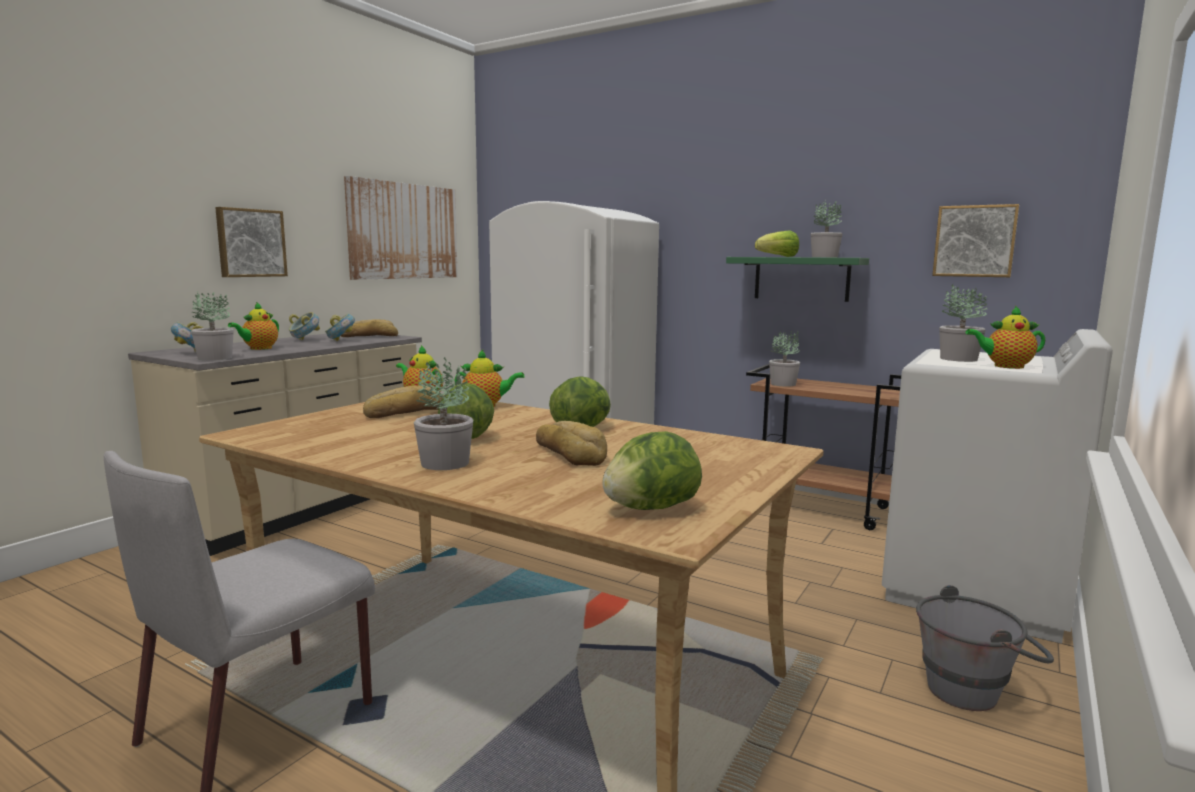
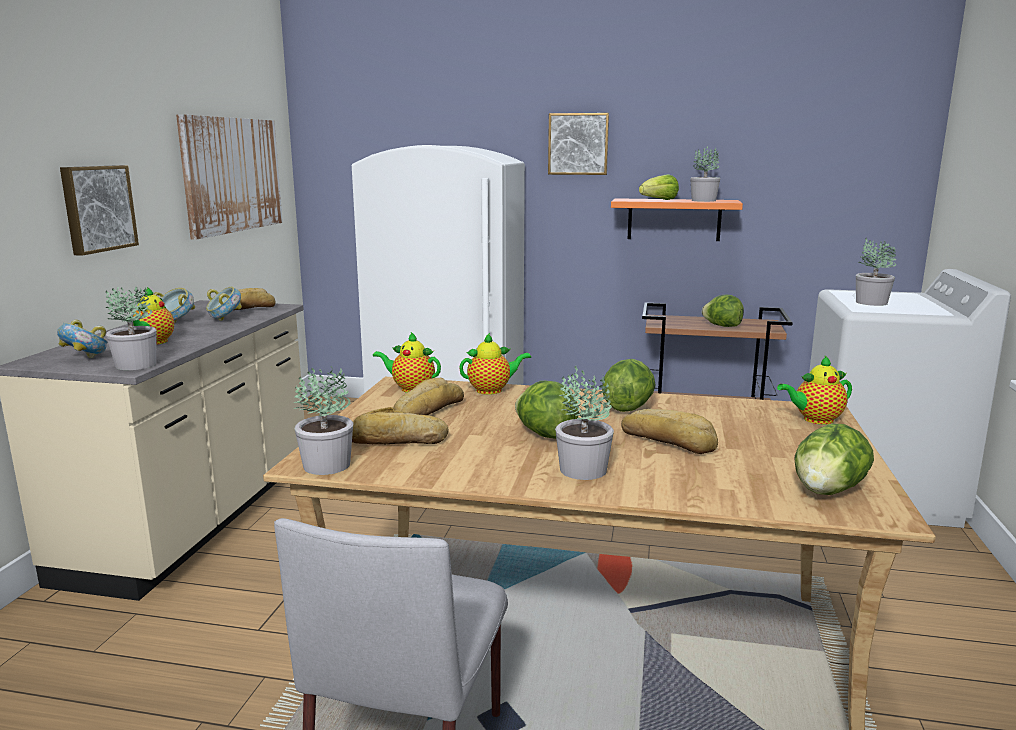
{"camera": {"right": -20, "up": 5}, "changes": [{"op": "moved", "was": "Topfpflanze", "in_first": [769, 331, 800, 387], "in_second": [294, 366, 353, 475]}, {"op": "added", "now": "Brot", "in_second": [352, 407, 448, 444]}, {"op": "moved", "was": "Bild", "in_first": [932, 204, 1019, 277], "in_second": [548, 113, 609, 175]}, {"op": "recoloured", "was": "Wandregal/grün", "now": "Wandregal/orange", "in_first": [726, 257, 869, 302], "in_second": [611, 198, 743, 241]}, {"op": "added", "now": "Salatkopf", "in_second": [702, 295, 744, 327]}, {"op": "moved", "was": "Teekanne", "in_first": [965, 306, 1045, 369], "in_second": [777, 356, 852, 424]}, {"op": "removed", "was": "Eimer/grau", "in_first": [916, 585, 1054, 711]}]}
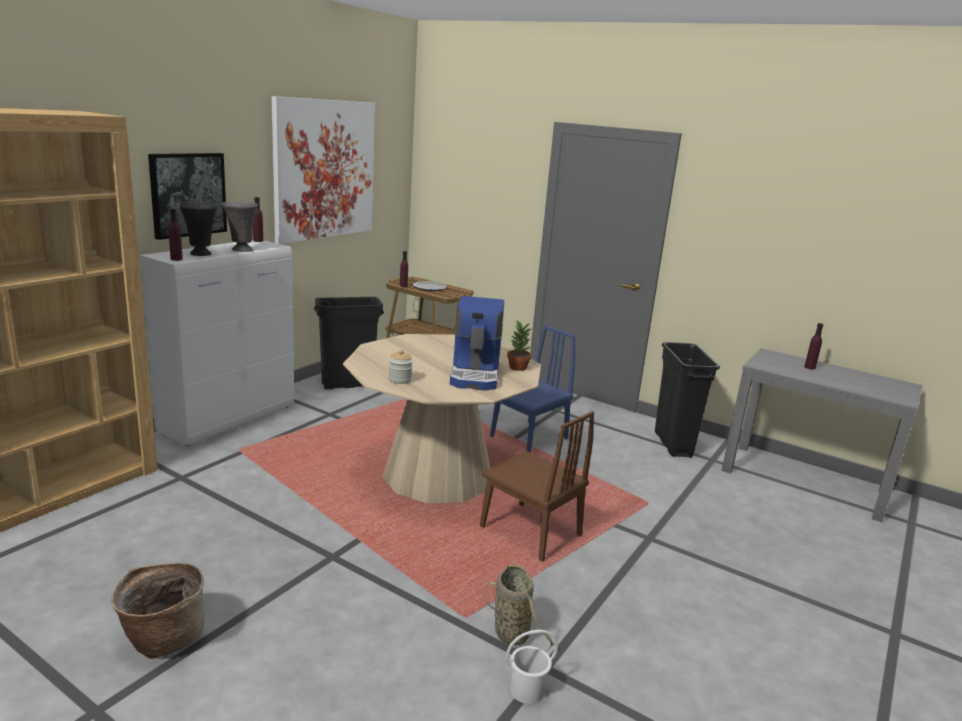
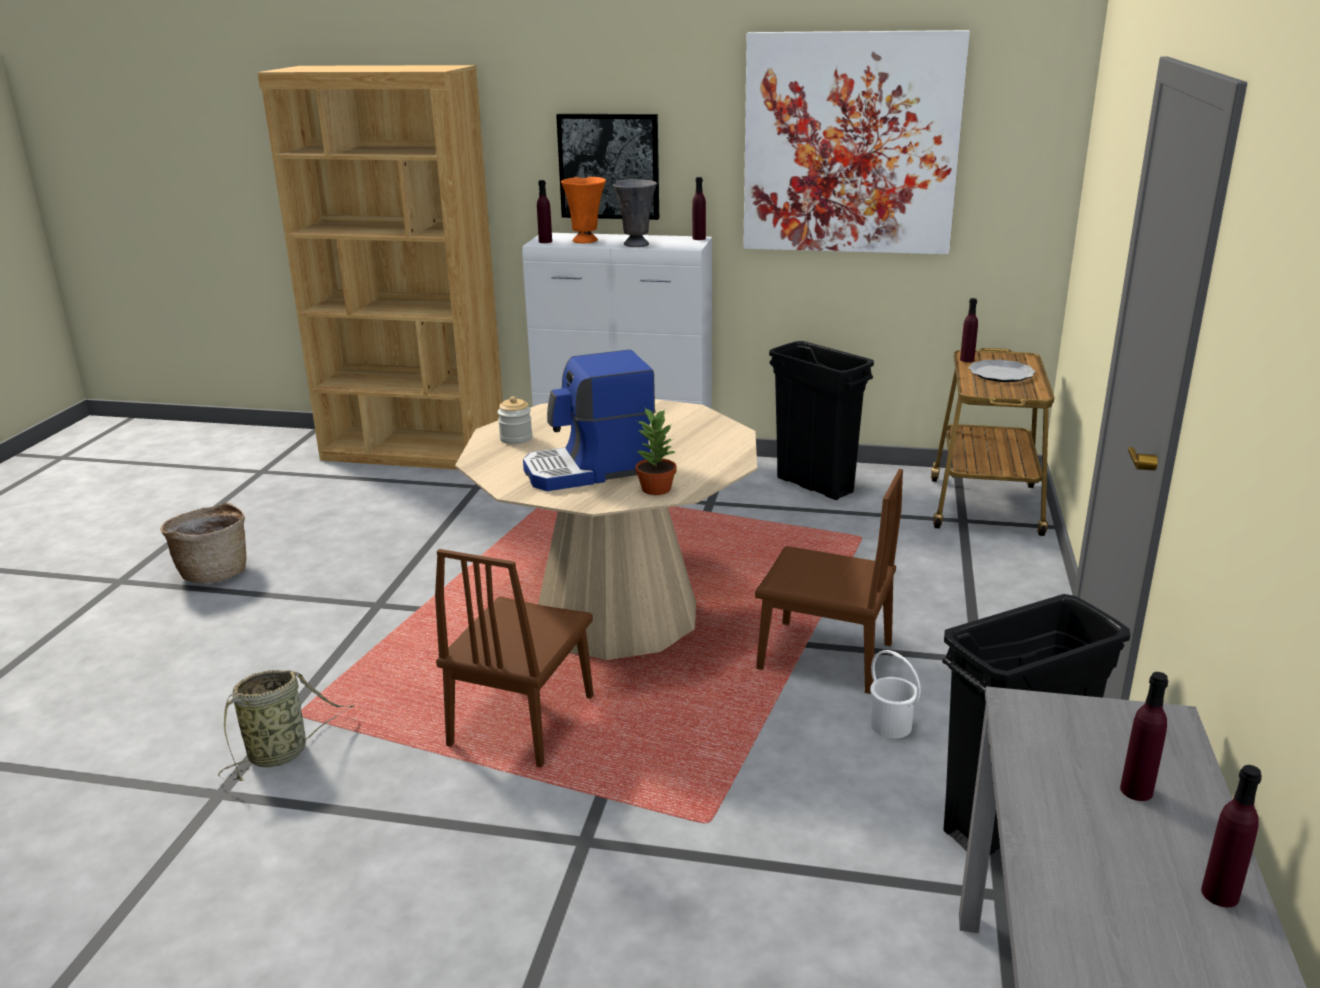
{"camera": {"right": 70, "up": 5}, "changes": [{"op": "recoloured", "was": "Vase/schwarz", "now": "Vase/orange", "in_first": [179, 203, 217, 256], "in_second": [561, 177, 606, 243]}, {"op": "recoloured", "was": "Stuhl/blau", "now": "Stuhl/braun", "in_first": [490, 326, 575, 453], "in_second": [755, 469, 903, 694]}, {"op": "moved", "was": "Eimer/weiß", "in_first": [506, 629, 558, 704], "in_second": [870, 650, 921, 738]}, {"op": "added", "now": "Flasche/lila", "in_second": [1201, 765, 1262, 907]}]}
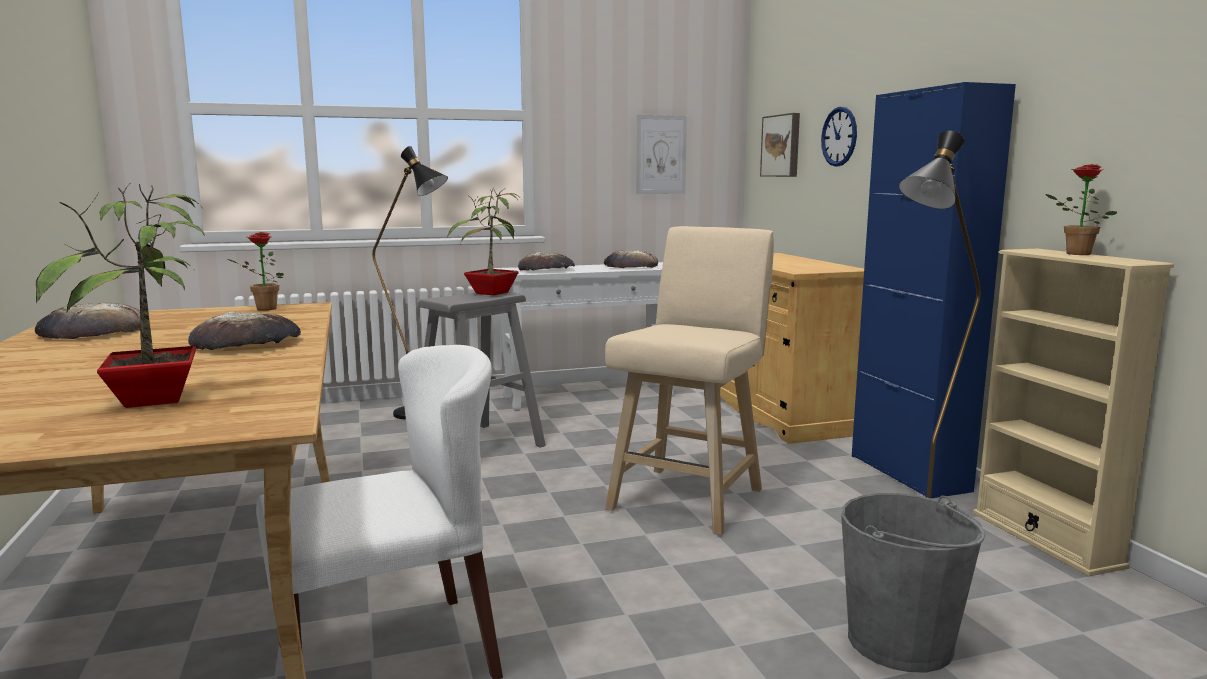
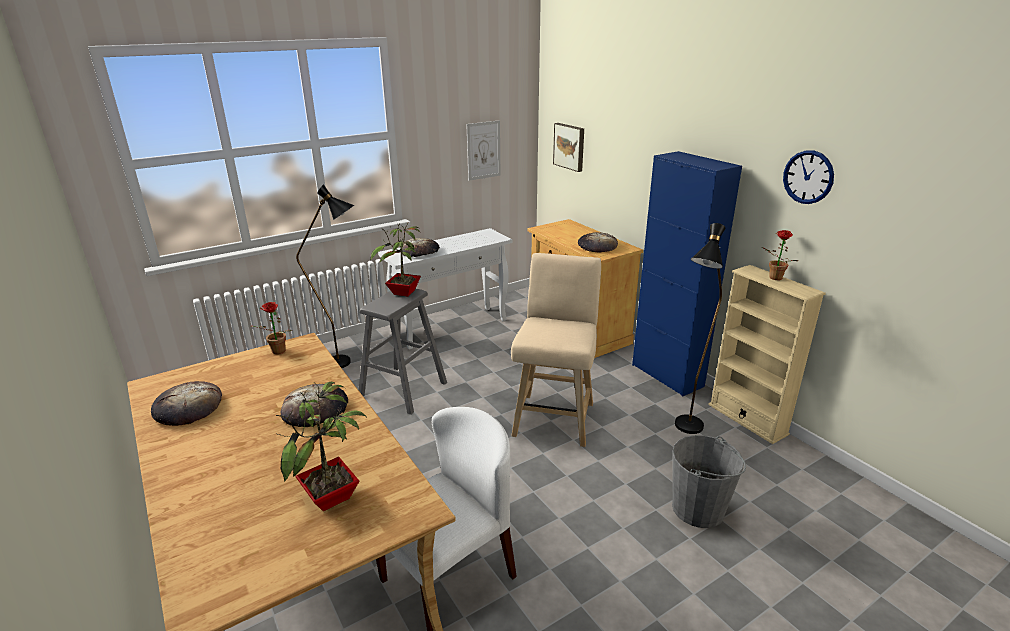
{"camera": {"right": -15, "up": 15}, "changes": [{"op": "moved", "was": "Brot", "in_first": [604, 250, 658, 268], "in_second": [578, 232, 618, 253]}, {"op": "moved", "was": "Wanduhr", "in_first": [821, 107, 857, 167], "in_second": [783, 150, 834, 204]}]}
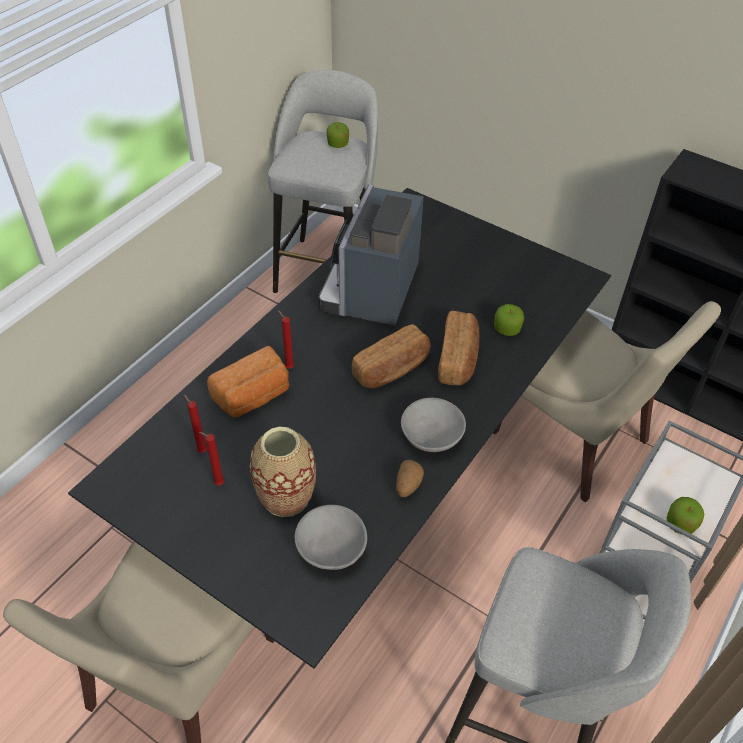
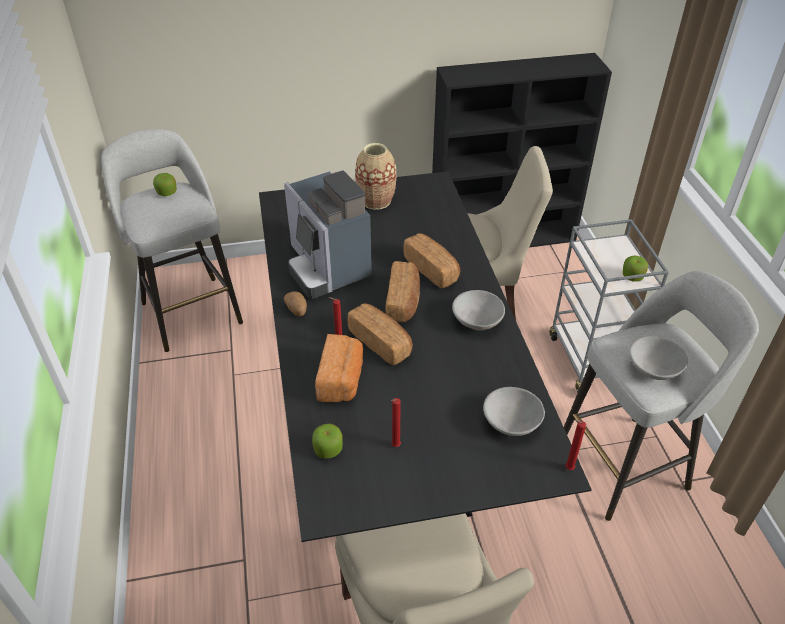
{"camera": {"right": -45, "up": -5}, "changes": [{"op": "moved", "was": "Kartoffel", "in_first": [396, 460, 424, 497], "in_second": [284, 291, 307, 317]}, {"op": "moved", "was": "Apfel", "in_first": [494, 304, 524, 336], "in_second": [312, 423, 343, 459]}, {"op": "added", "now": "Brot", "in_second": [348, 303, 413, 365]}, {"op": "moved", "was": "Vase", "in_first": [250, 427, 316, 517], "in_second": [355, 143, 396, 210]}, {"op": "moved", "was": "Kerze/rot", "in_first": [184, 394, 207, 453], "in_second": [565, 420, 586, 470]}, {"op": "added", "now": "Schüssel/grau", "in_second": [629, 336, 688, 380]}]}
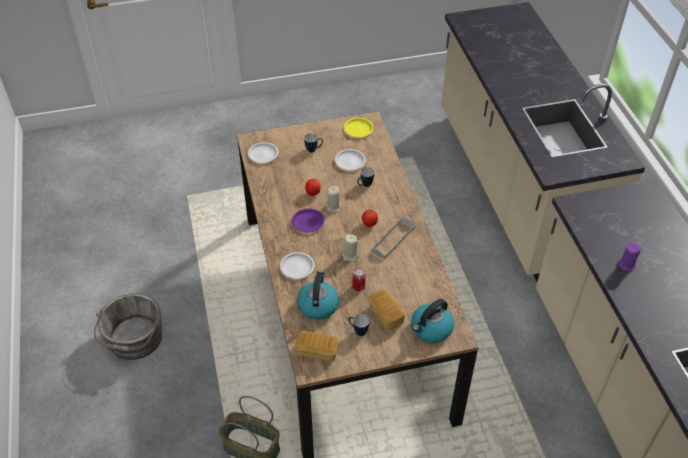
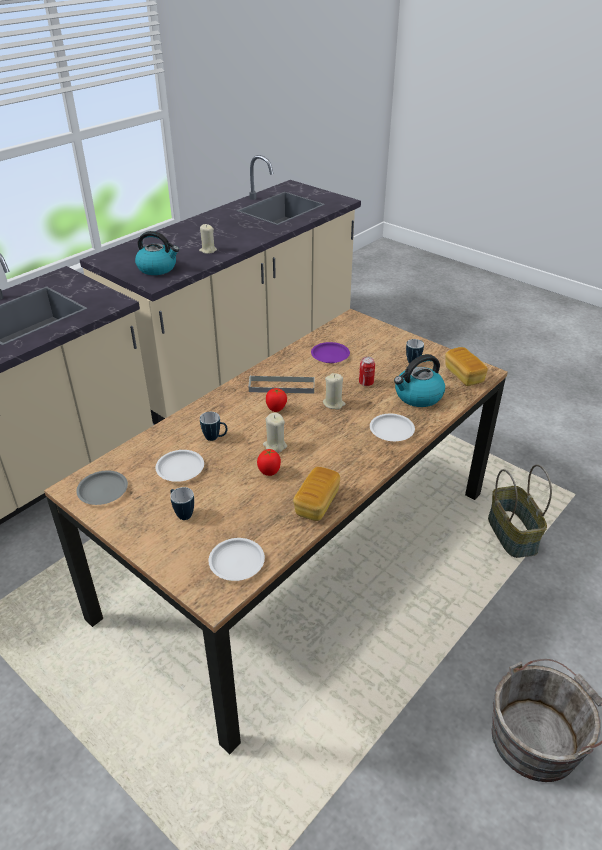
{"camera": {"right": -125, "up": -10}, "changes": [{"op": "recoloured", "was": "Teller/gelb", "now": "Teller/grau", "in_first": [344, 118, 373, 137], "in_second": [76, 470, 128, 505]}, {"op": "moved", "was": "Wasserkessel", "in_first": [411, 299, 454, 343], "in_second": [135, 231, 179, 275]}, {"op": "recoloured", "was": "Kerze/lila", "now": "Kerze/beige", "in_first": [617, 243, 641, 271], "in_second": [199, 224, 217, 254]}, {"op": "moved", "was": "Brot", "in_first": [368, 289, 405, 330], "in_second": [293, 467, 340, 521]}, {"op": "moved", "was": "Teller/lila", "in_first": [292, 208, 325, 233], "in_second": [311, 342, 350, 363]}]}
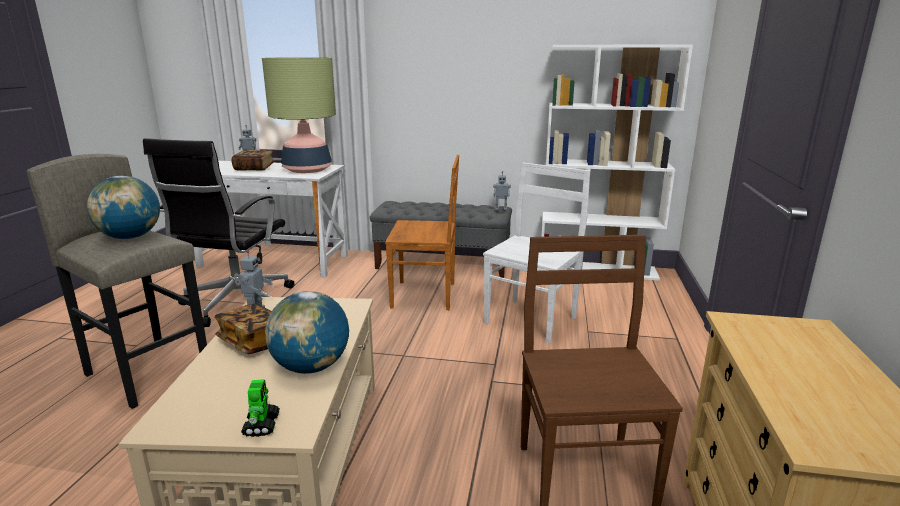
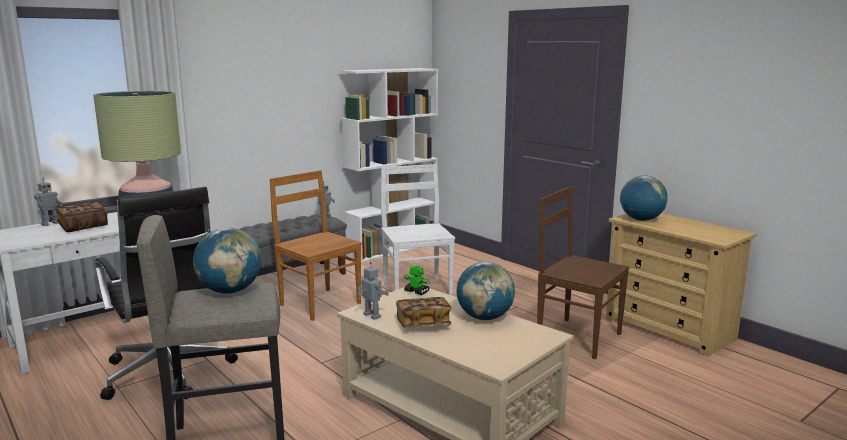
{"camera": {"right": -50, "up": -5}, "changes": [{"op": "turned", "was": "Stuhl/braun", "in_first": [385, 155, 459, 310], "in_second": [270, 170, 362, 321], "clockwise": -90}, {"op": "moved", "was": "Spielzeugroboter", "in_first": [241, 380, 280, 437], "in_second": [403, 265, 430, 295]}, {"op": "added", "now": "Globus", "in_second": [620, 175, 668, 221]}]}
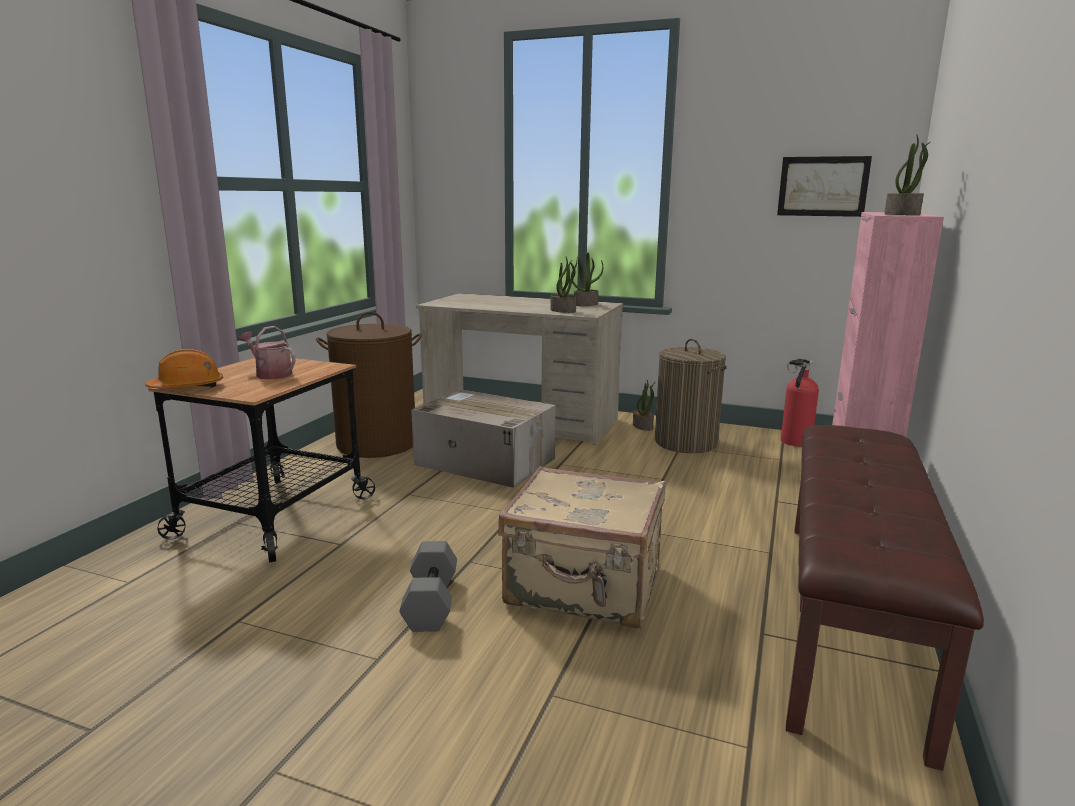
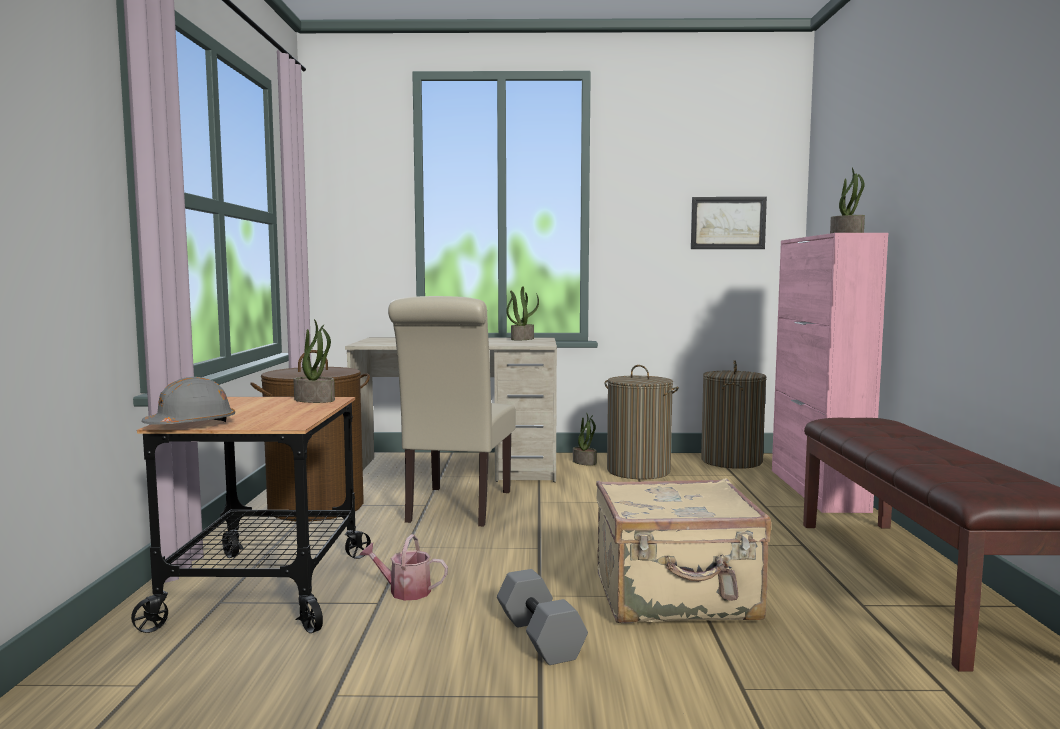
{"camera": {"right": -20, "up": -10}, "changes": [{"op": "recoloured", "was": "Schutzhelm/orange", "now": "Schutzhelm/grau", "in_first": [145, 349, 223, 388], "in_second": [141, 377, 235, 425]}, {"op": "moved", "was": "Topfpflanze", "in_first": [550, 257, 576, 313], "in_second": [293, 319, 335, 403]}, {"op": "moved", "was": "Gießkanne", "in_first": [238, 326, 296, 379], "in_second": [360, 534, 448, 600]}, {"op": "replaced", "was": "Karton", "now": "Stuhl/beige", "in_first": [411, 390, 556, 488], "in_second": [388, 296, 516, 526]}, {"op": "replaced", "was": "Feuerlöscher", "now": "Wäschekorb", "in_first": [781, 359, 819, 447], "in_second": [701, 360, 766, 469]}]}
